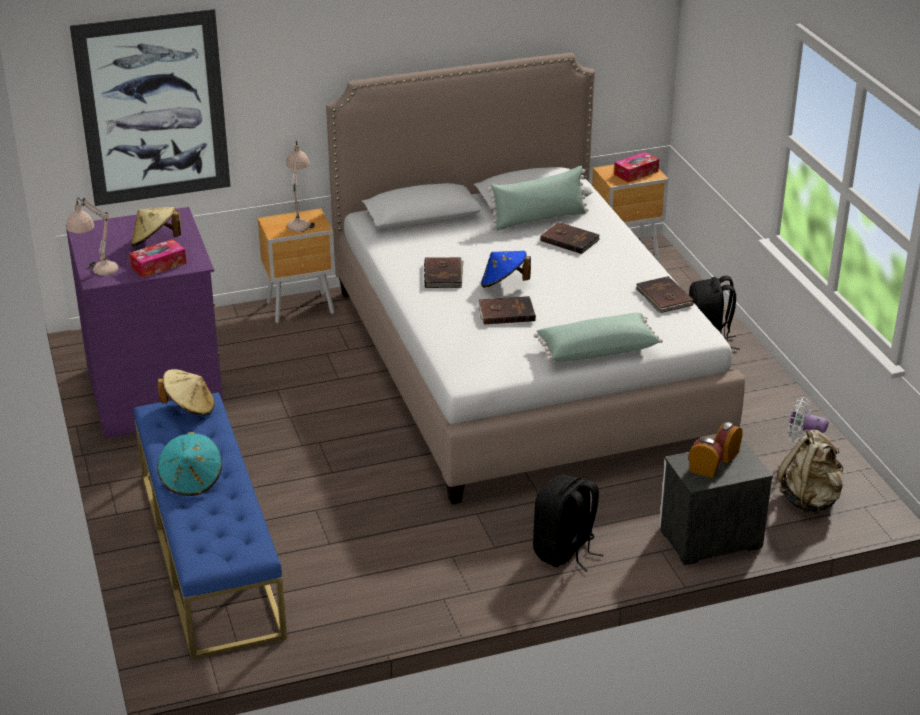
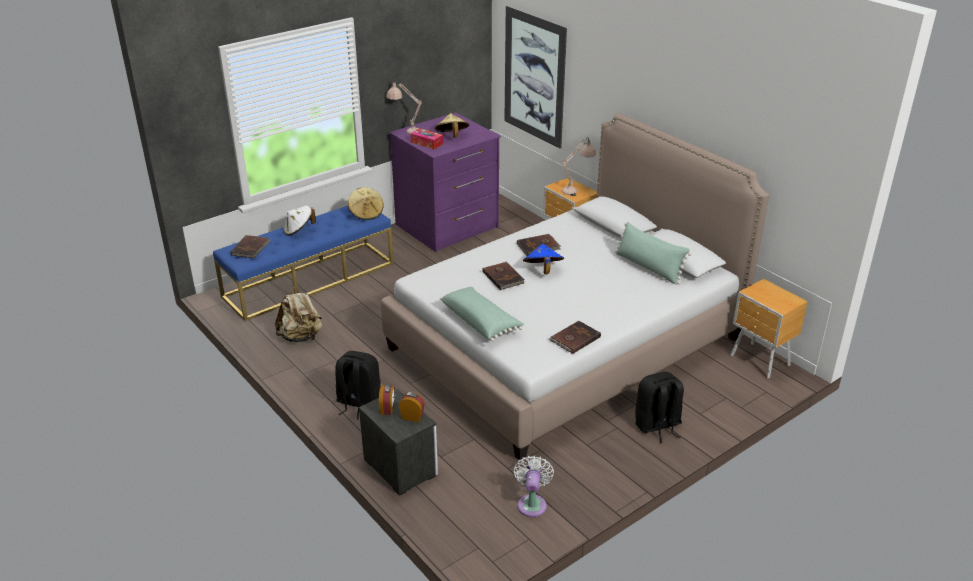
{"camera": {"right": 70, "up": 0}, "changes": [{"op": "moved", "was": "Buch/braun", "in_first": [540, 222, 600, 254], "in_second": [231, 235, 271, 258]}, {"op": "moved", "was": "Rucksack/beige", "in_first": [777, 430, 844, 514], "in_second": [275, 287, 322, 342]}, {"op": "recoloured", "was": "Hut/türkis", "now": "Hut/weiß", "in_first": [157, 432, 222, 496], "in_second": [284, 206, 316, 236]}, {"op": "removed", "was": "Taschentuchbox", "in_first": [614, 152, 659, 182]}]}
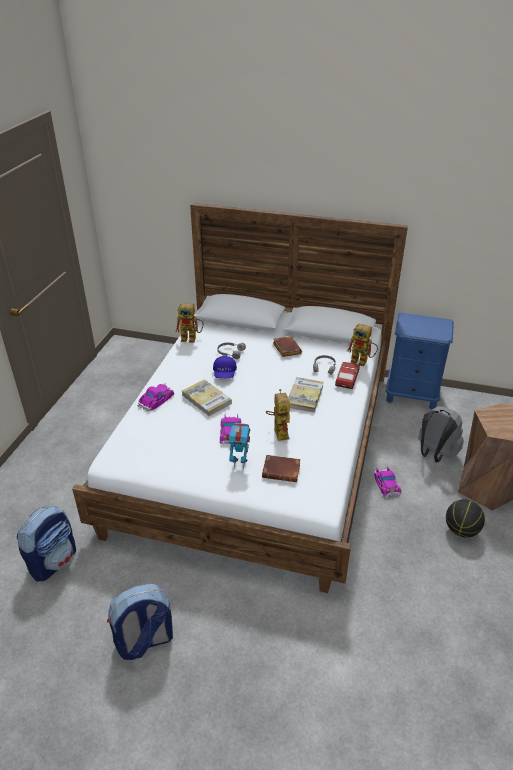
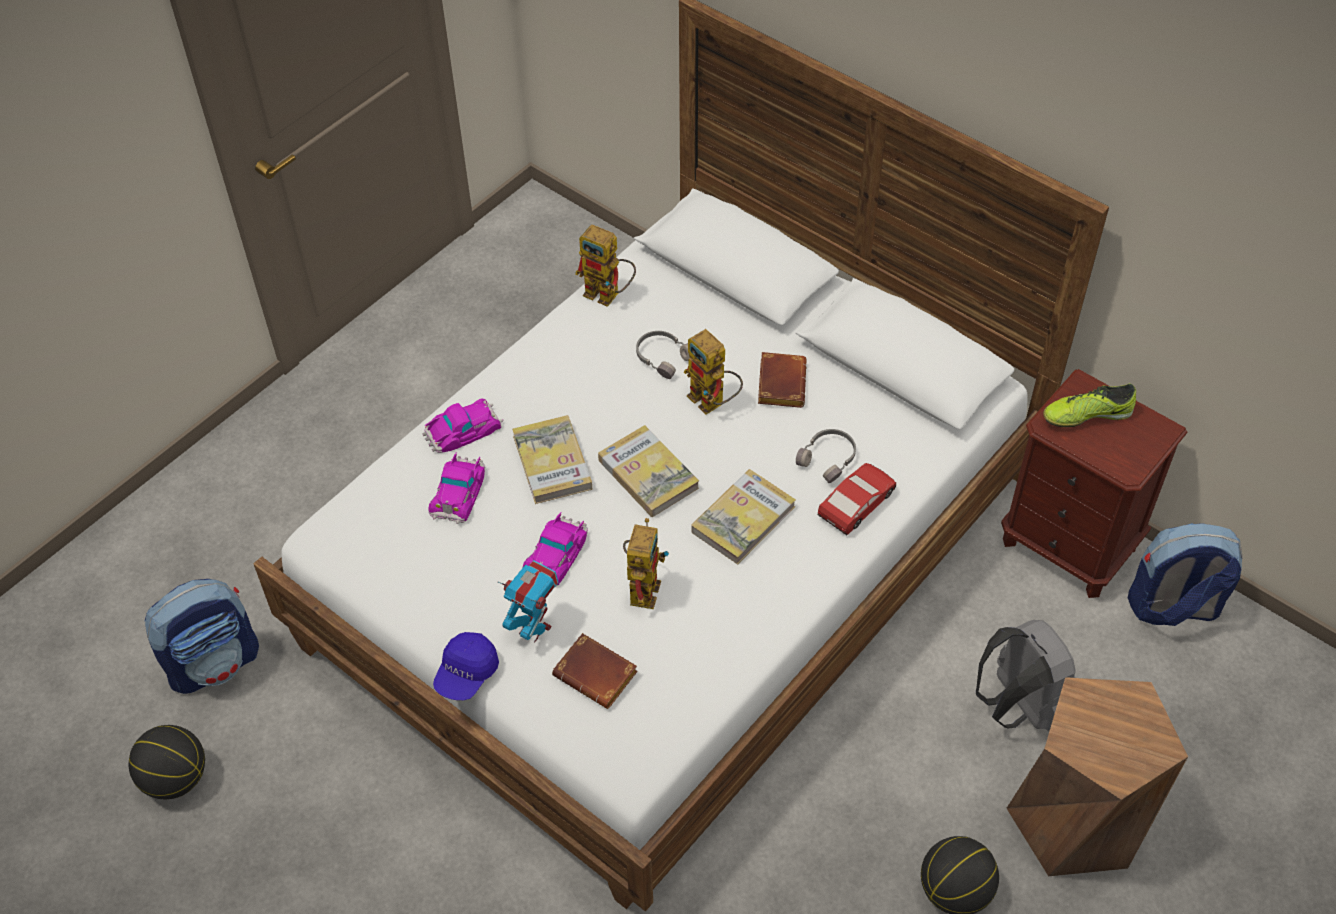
{"camera": {"right": 25, "up": 15}, "changes": [{"op": "added", "now": "Basketball", "in_second": [129, 725, 205, 799]}, {"op": "moved", "was": "Spielzeugauto", "in_first": [374, 466, 401, 497], "in_second": [429, 452, 485, 524]}, {"op": "moved", "was": "Kappe/blau", "in_first": [213, 356, 237, 378], "in_second": [433, 632, 499, 700]}, {"op": "added", "now": "Buch", "in_second": [598, 425, 699, 517]}, {"op": "moved", "was": "Spielzeugroboter", "in_first": [347, 324, 378, 366], "in_second": [684, 329, 743, 415]}, {"op": "recoloured", "was": "Nachttisch/blau", "now": "Nachttisch/braun", "in_first": [386, 313, 454, 410], "in_second": [1001, 369, 1187, 598]}, {"op": "added", "now": "Schuh", "in_second": [1043, 383, 1136, 427]}, {"op": "moved", "was": "Rucksack", "in_first": [107, 584, 173, 660], "in_second": [1128, 523, 1243, 626]}]}
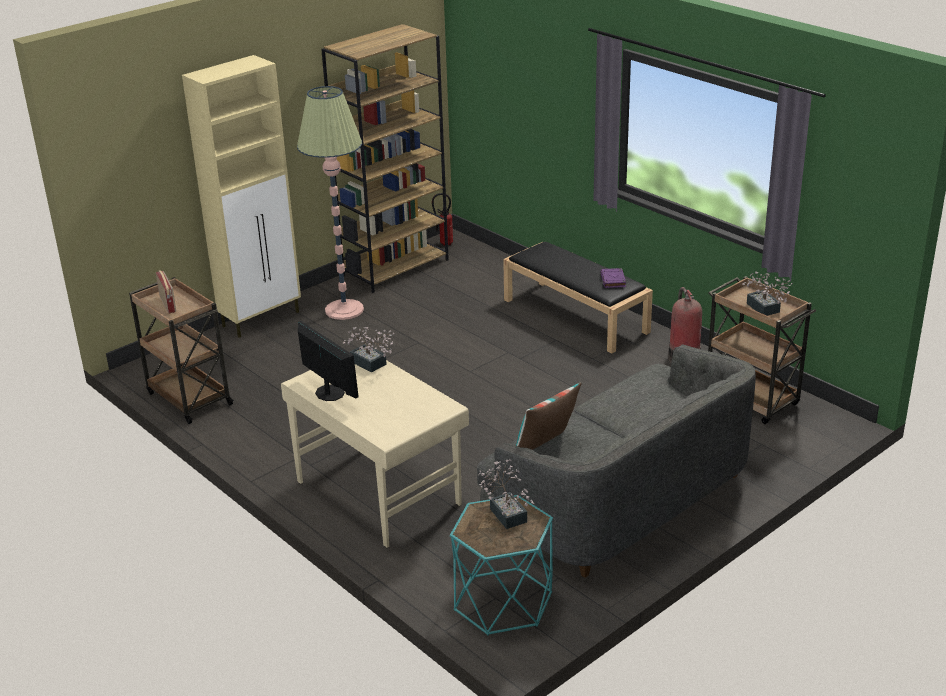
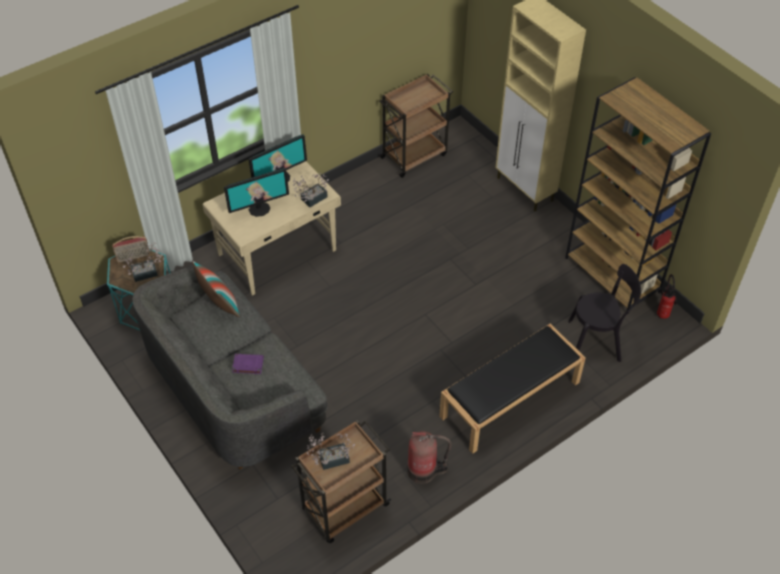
{"camera": {"right": 95, "up": 20}, "changes": [{"op": "moved", "was": "Radio", "in_first": [156, 270, 176, 314], "in_second": [112, 236, 150, 263]}, {"op": "added", "now": "Monitor", "in_second": [224, 168, 289, 217]}, {"op": "moved", "was": "Buch/lila", "in_first": [600, 268, 626, 288], "in_second": [232, 354, 264, 374]}, {"op": "added", "now": "Stuhl/schwarz", "in_second": [568, 264, 641, 362]}, {"op": "removed", "was": "Stehlampe", "in_first": [297, 86, 364, 320]}]}
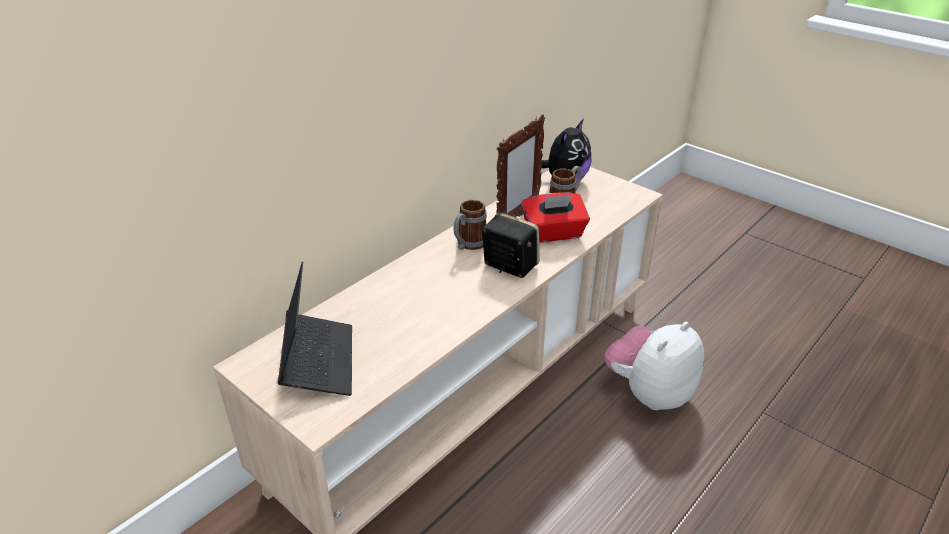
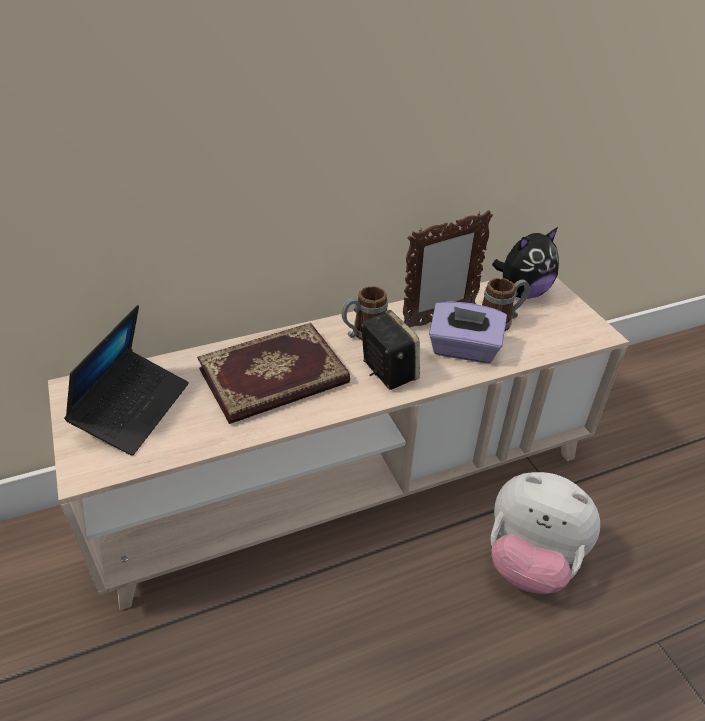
{"camera": {"right": 25, "up": 5}, "changes": [{"op": "added", "now": "Buch", "in_second": [197, 323, 350, 424]}, {"op": "recoloured", "was": "Taschentuchbox/rot", "now": "Taschentuchbox/lila", "in_first": [521, 192, 590, 243], "in_second": [429, 301, 507, 363]}, {"op": "turned", "was": "Plüschtier", "in_first": [604, 322, 705, 410], "in_second": [491, 472, 600, 594], "clockwise": -135}]}
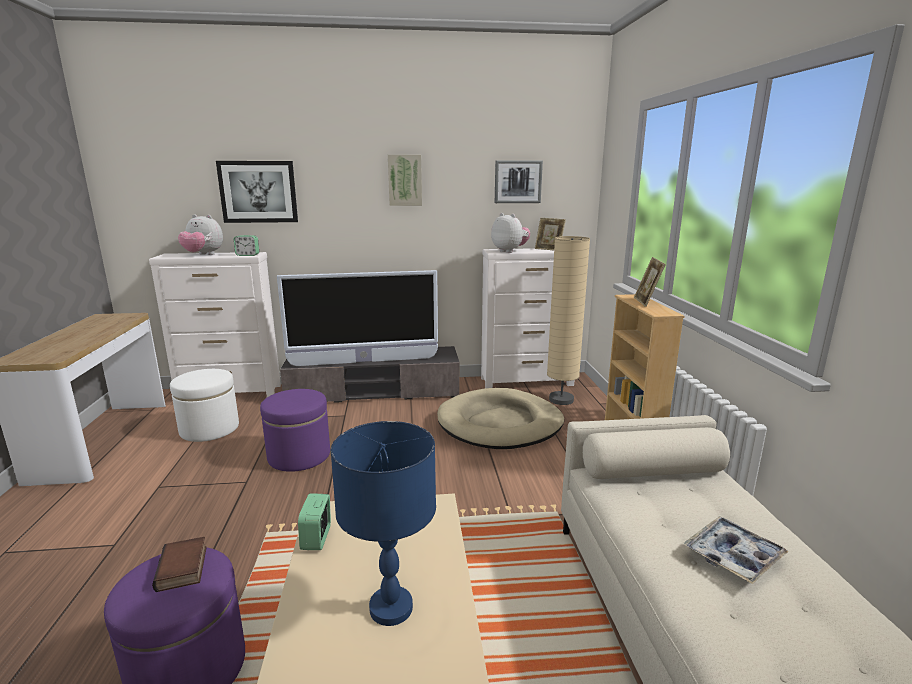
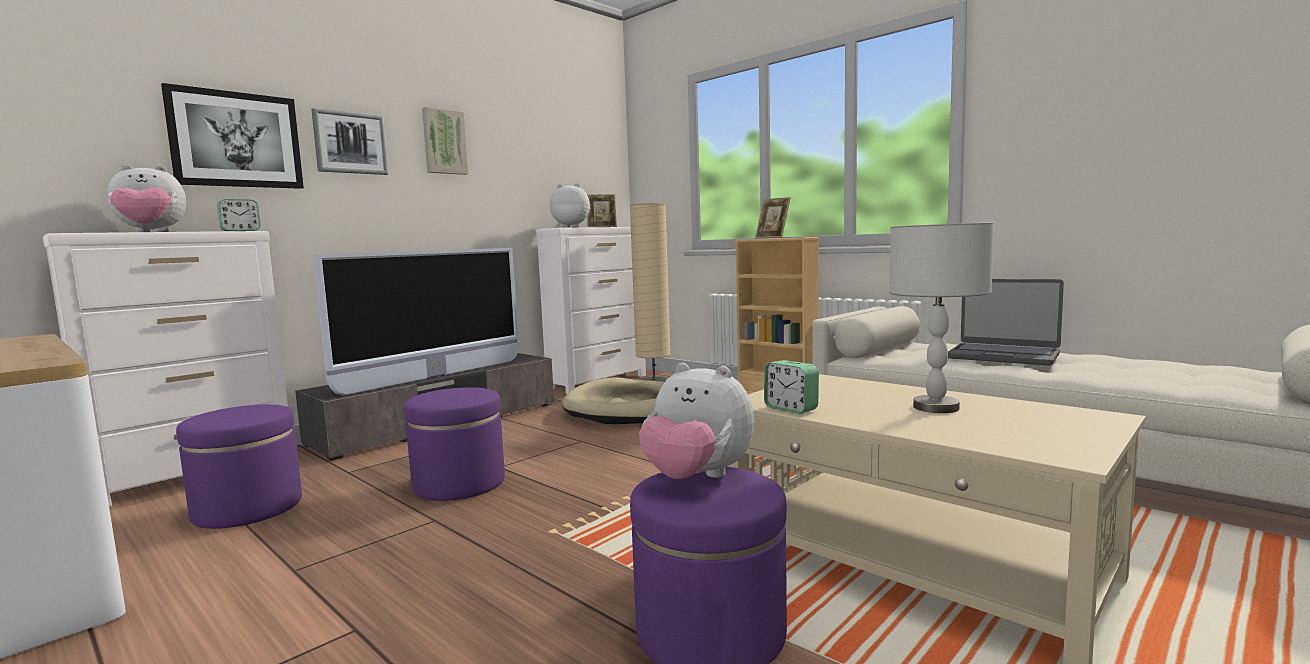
{"camera": {"right": -40, "up": -10}, "changes": [{"op": "recoloured", "was": "Polsterhocker/weiß", "now": "Polsterhocker/lila", "in_first": [170, 369, 239, 442], "in_second": [176, 404, 302, 529]}, {"op": "moved", "was": "Bild", "in_first": [495, 160, 543, 203], "in_second": [311, 108, 389, 175]}, {"op": "replaced", "was": "Buch", "now": "Plüschtier", "in_first": [152, 537, 207, 592], "in_second": [639, 363, 755, 479]}, {"op": "recoloured", "was": "Tischlampe/blau", "now": "Tischlampe/grau", "in_first": [331, 421, 436, 626], "in_second": [889, 223, 994, 413]}, {"op": "replaced", "was": "Tablett", "now": "Laptop", "in_first": [684, 516, 789, 584], "in_second": [948, 279, 1064, 366]}]}
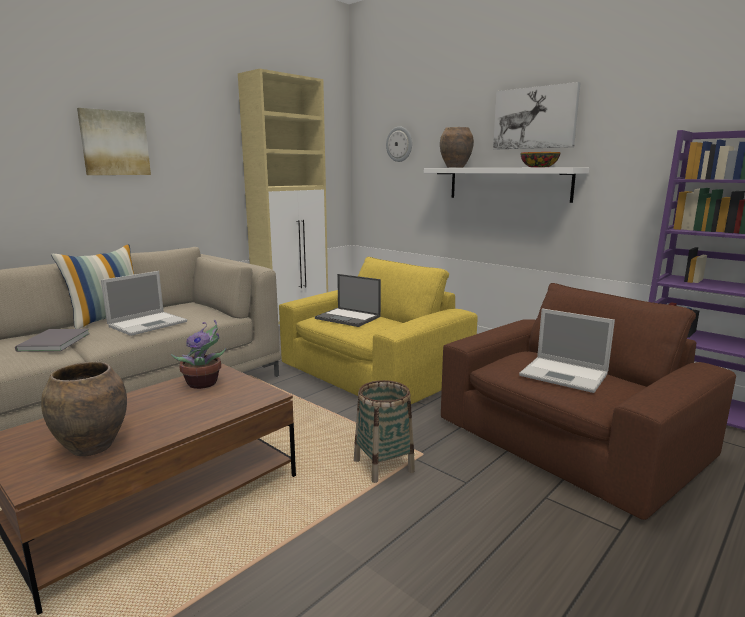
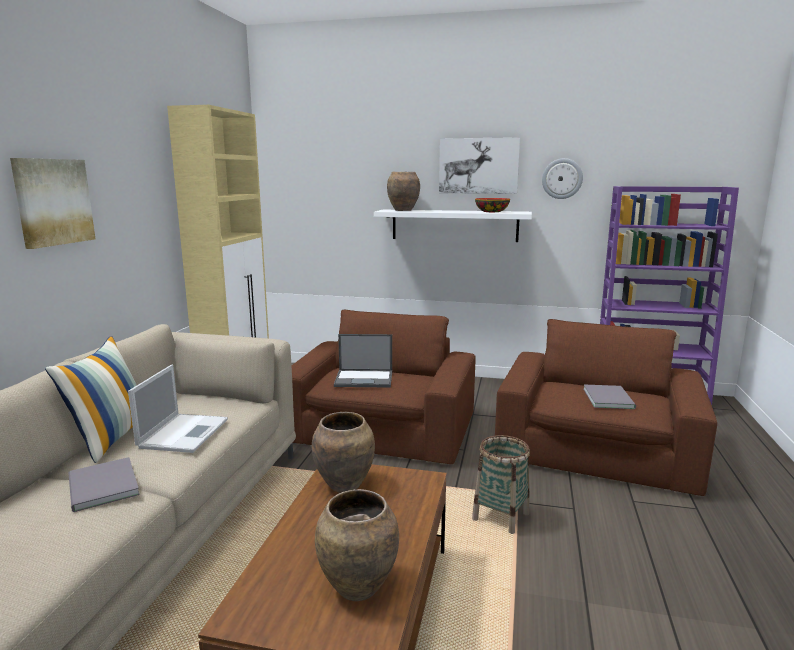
{"camera": {"right": -30, "up": 0}, "changes": [{"op": "recoloured", "was": "Sessel/gelb", "now": "Sessel/braun", "in_first": [279, 257, 478, 404], "in_second": [291, 310, 476, 464]}, {"op": "replaced", "was": "Topfpflanze", "now": "Vase/braun", "in_first": [171, 320, 226, 389], "in_second": [312, 412, 375, 493]}, {"op": "moved", "was": "Wanduhr", "in_first": [386, 126, 412, 162], "in_second": [542, 158, 583, 199]}, {"op": "replaced", "was": "Laptop", "now": "Buch/grau", "in_first": [519, 309, 615, 393], "in_second": [584, 385, 636, 409]}]}
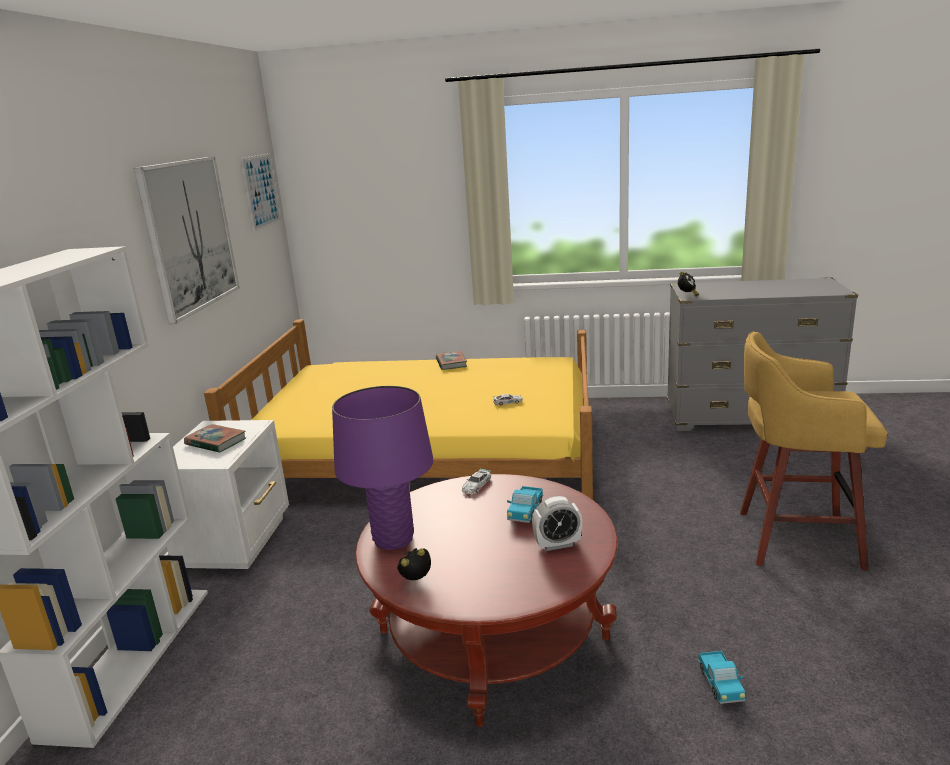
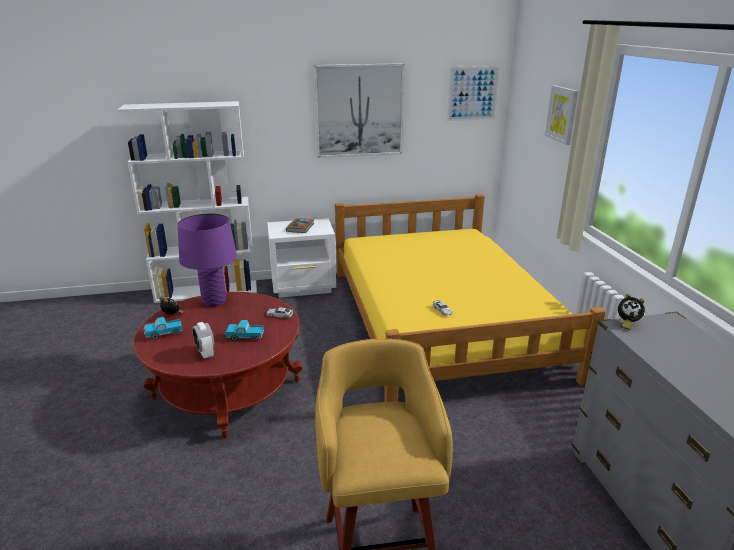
{"camera": {"right": 70, "up": 5}, "changes": [{"op": "moved", "was": "Spielzeuglaster", "in_first": [698, 651, 745, 704], "in_second": [144, 317, 183, 340]}, {"op": "added", "now": "Bild", "in_second": [545, 85, 578, 145]}, {"op": "removed", "was": "Buch", "in_first": [436, 351, 467, 370]}]}
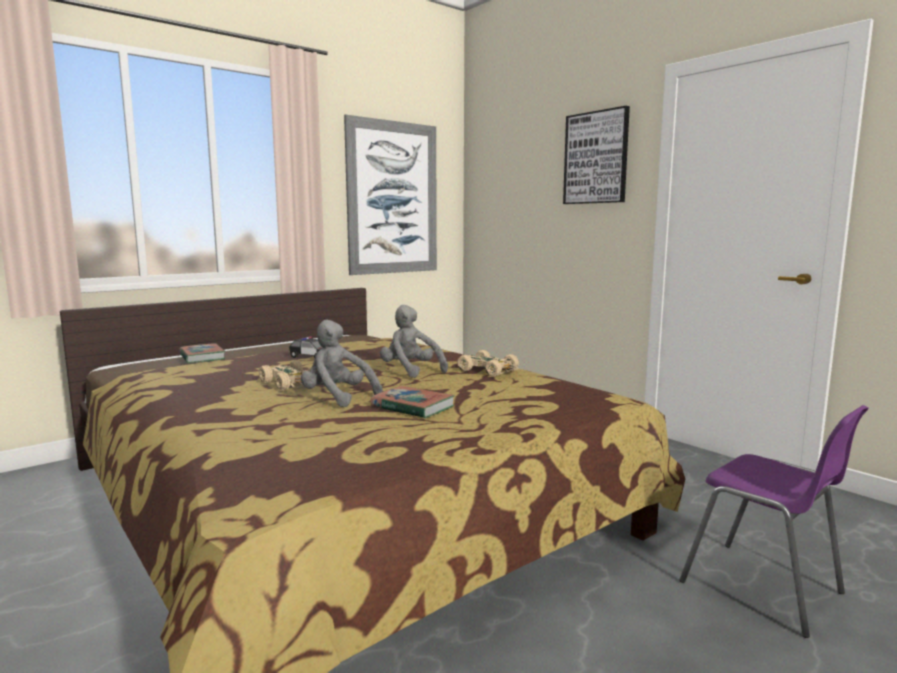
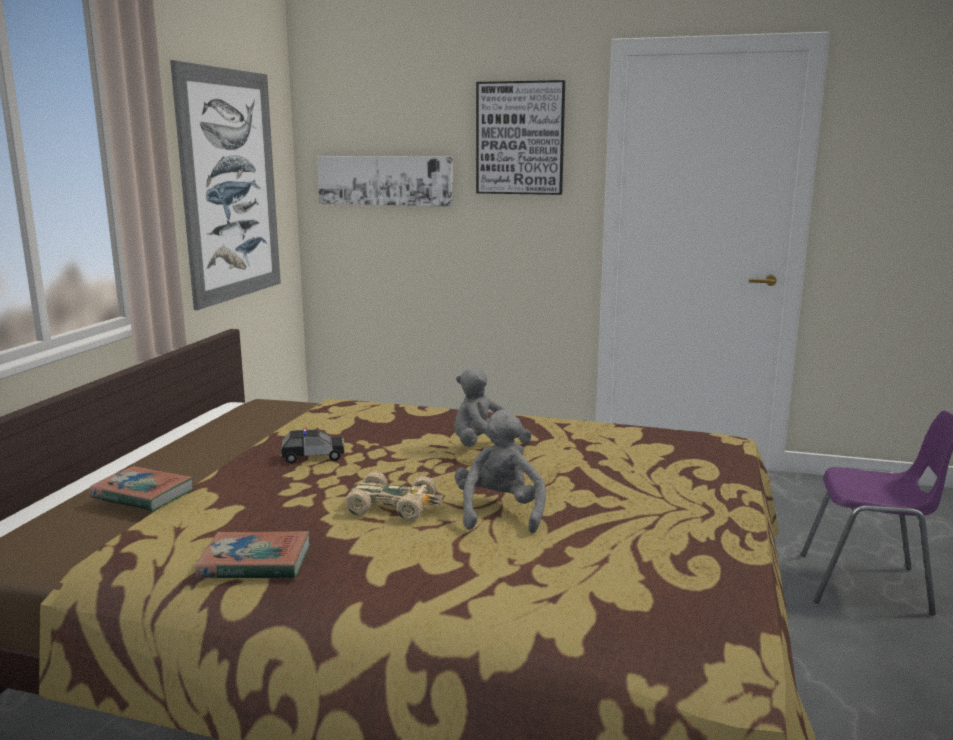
{"camera": {"right": -35, "up": 5}, "changes": [{"op": "moved", "was": "Buch", "in_first": [371, 386, 455, 418], "in_second": [195, 531, 310, 578]}, {"op": "added", "now": "Bild", "in_second": [317, 156, 453, 207]}, {"op": "turned", "was": "Plüschtier/grau", "in_first": [301, 320, 383, 407], "in_second": [455, 410, 546, 533], "clockwise": 90}, {"op": "removed", "was": "Spielzeugauto/beige", "in_first": [457, 350, 519, 377]}]}
